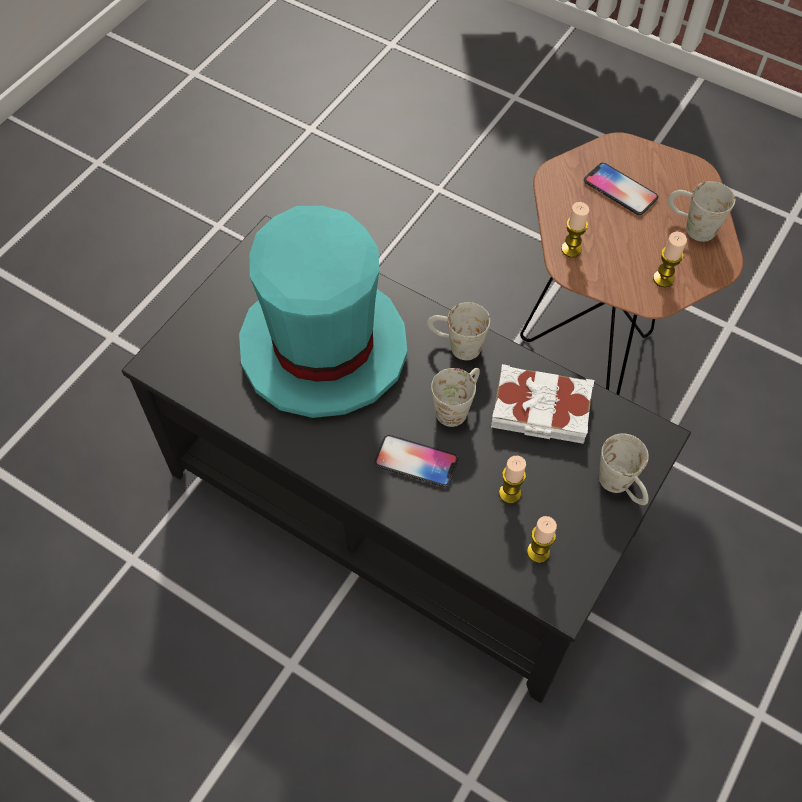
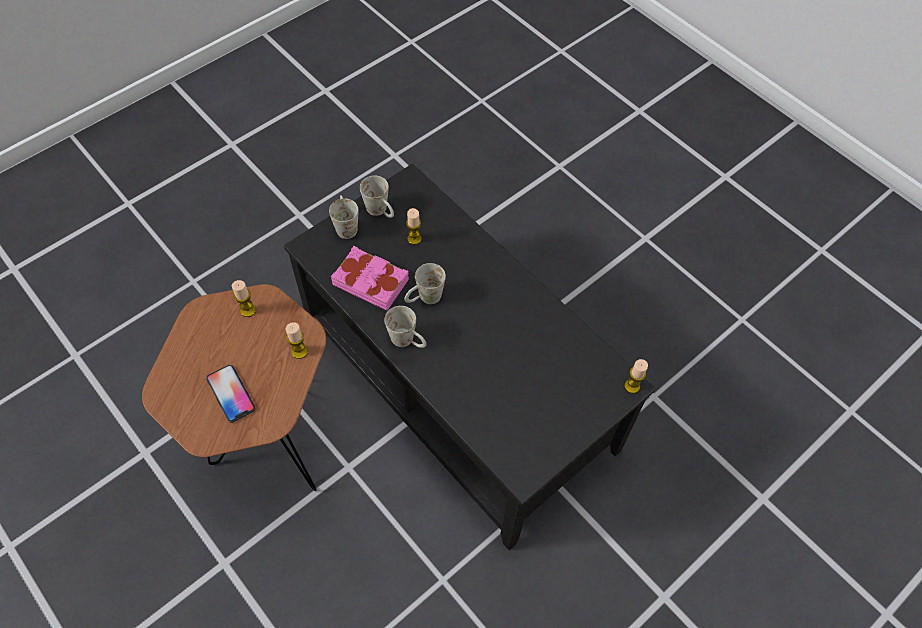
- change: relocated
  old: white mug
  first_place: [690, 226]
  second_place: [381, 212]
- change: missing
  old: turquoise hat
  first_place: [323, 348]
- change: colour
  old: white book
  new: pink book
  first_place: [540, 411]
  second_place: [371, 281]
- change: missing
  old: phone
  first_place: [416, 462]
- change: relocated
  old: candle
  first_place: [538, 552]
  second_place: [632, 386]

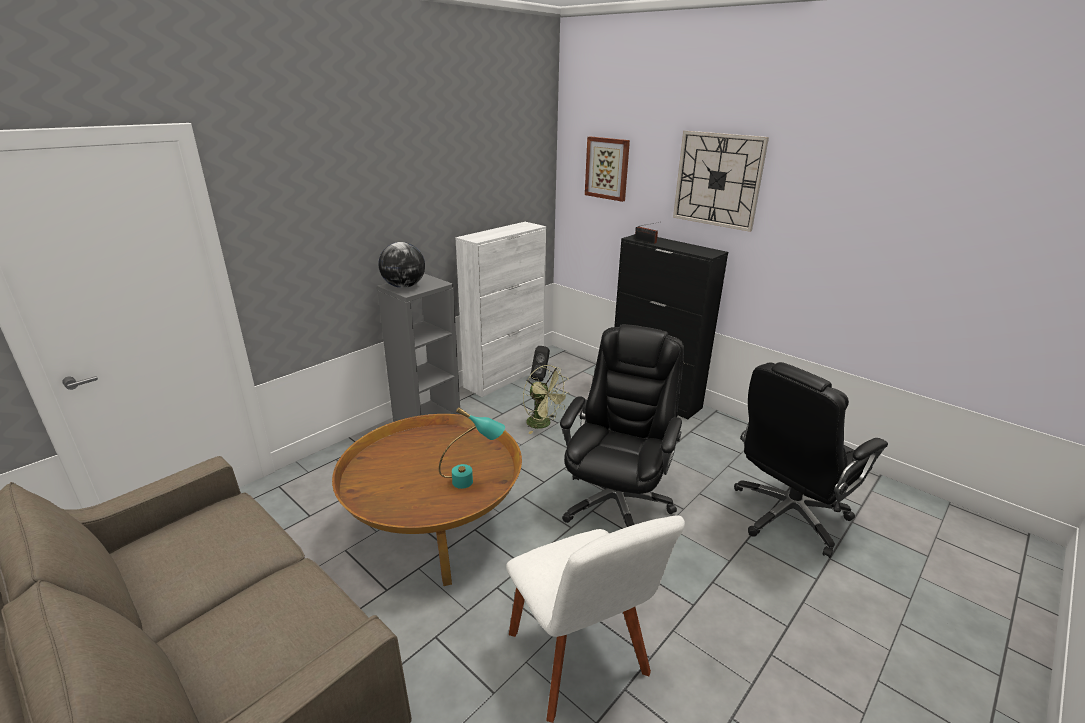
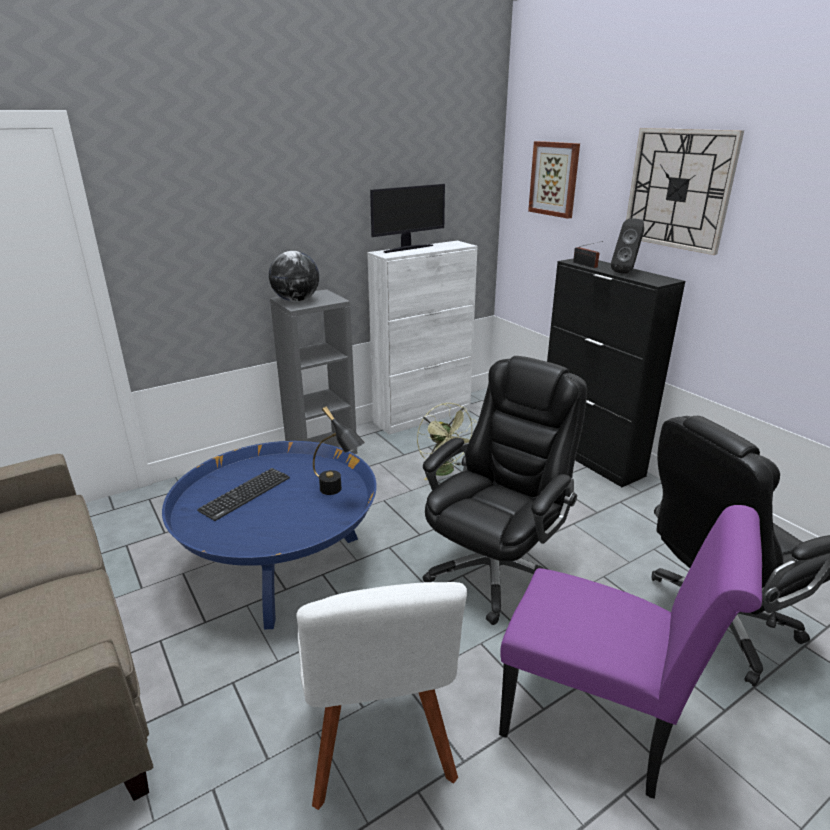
- change: relocated
  old: black speaker
  first_place: [541, 378]
  second_place: [626, 272]
- change: missing
  old: turquoise table lamp
  first_place: [473, 481]
- change: colour
  old: brown coffee table
  new: blue coffee table
  first_place: [435, 528]
  second_place: [282, 565]
- change: appeared
  new: monitor
  second_place: [407, 248]
- change: appeared
  new: black table lamp
  second_place: [338, 492]
- change: appeared
  new: keyboard
  second_place: [245, 494]
- change: appeared
  new: purple chair
  second_place: [599, 723]

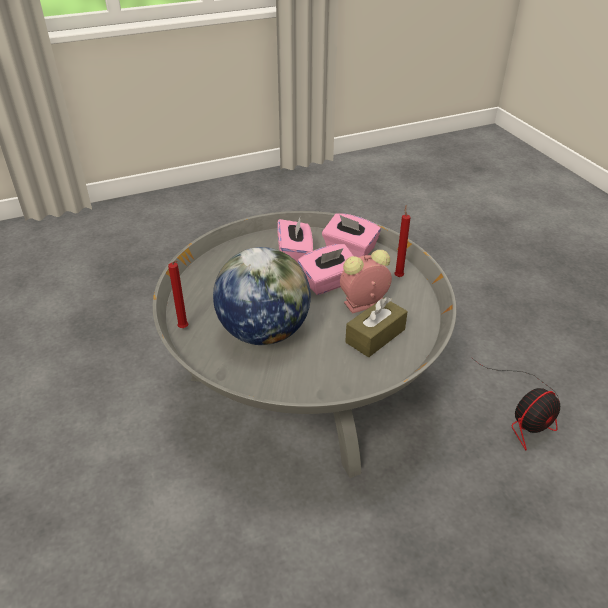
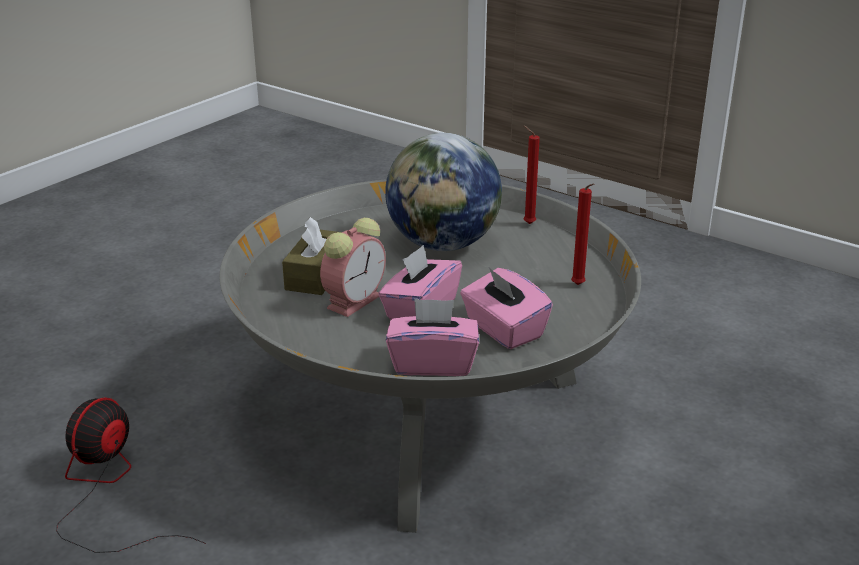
- change: relocated
  old: red candle
  first_place: [398, 276]
  second_place: [579, 286]

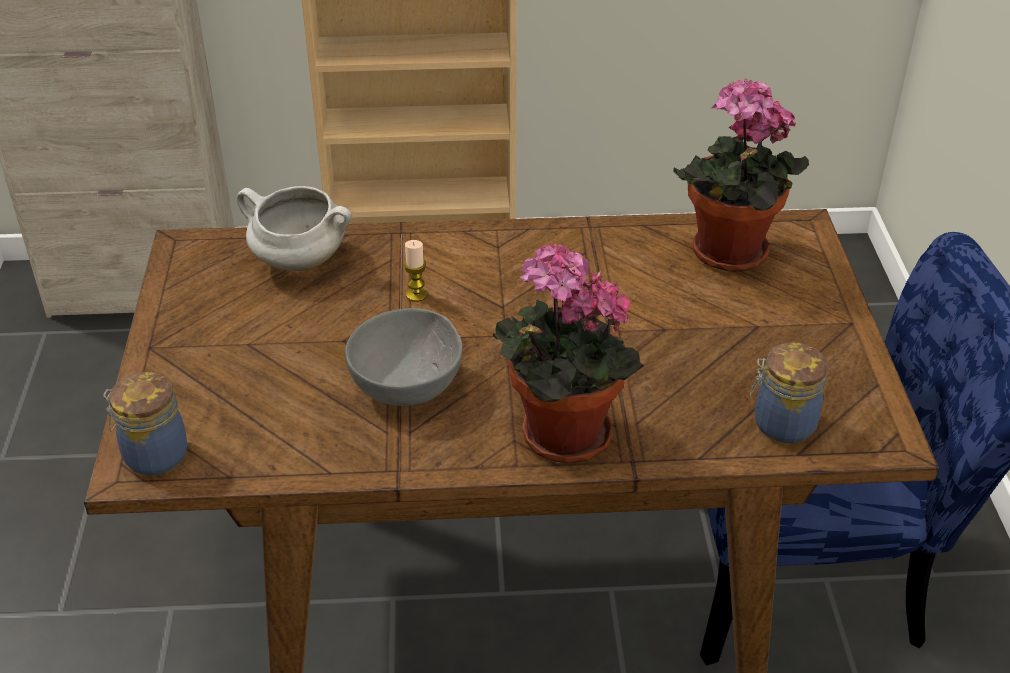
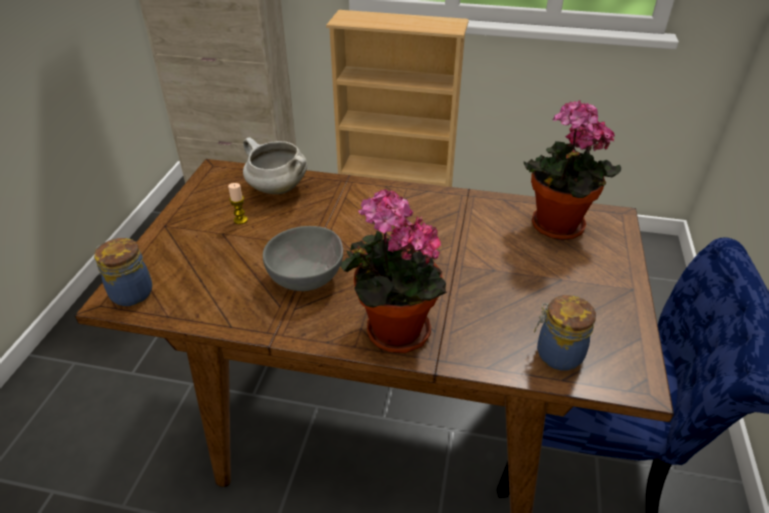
- change: relocated
  old: candle
  first_place: [416, 295]
  second_place: [240, 220]

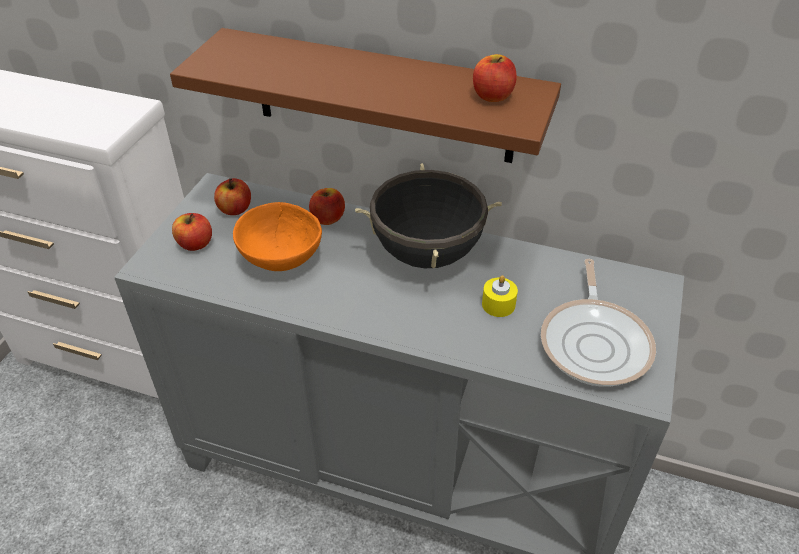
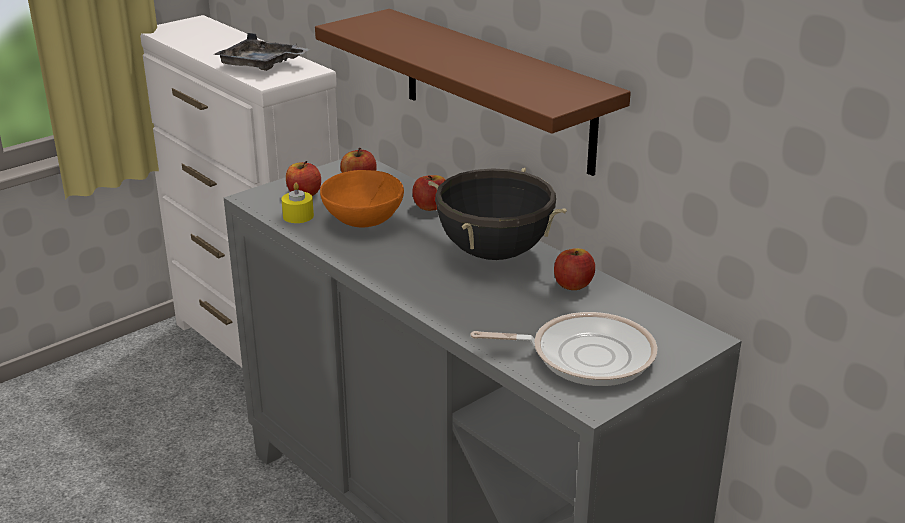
- change: relocated
  old: apple
  first_place: [492, 96]
  second_place: [573, 285]
- change: spun
  old: frying pan
  first_place: [595, 342]
  second_place: [585, 356]
  degrees: -120
- change: relocated
  old: yellow candle
  first_place: [498, 304]
  second_place: [298, 216]
- change: appeared
  new: grey tray
  second_place: [261, 65]

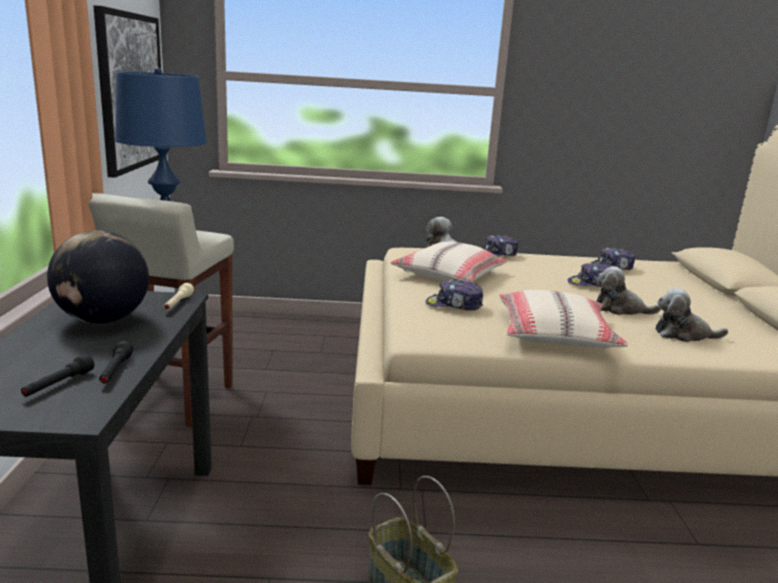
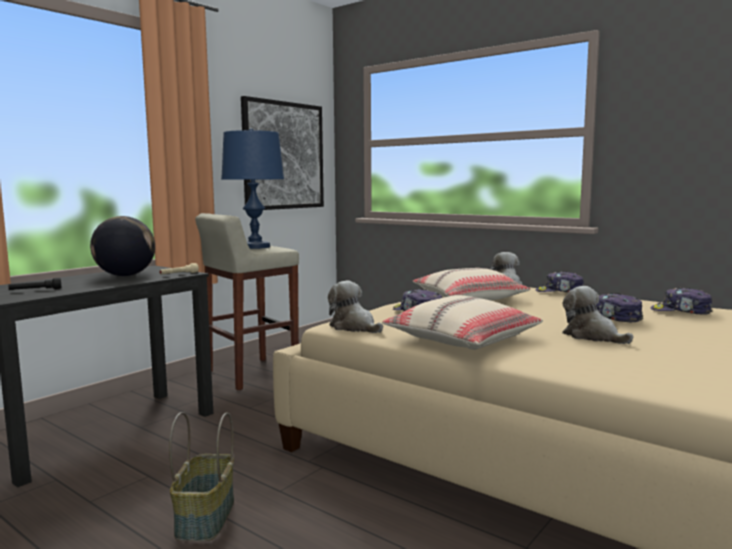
- change: relocated
  old: plush toy
  first_place: [683, 334]
  second_place: [354, 327]
- change: missing
  old: black flashlight
  first_place: [115, 371]

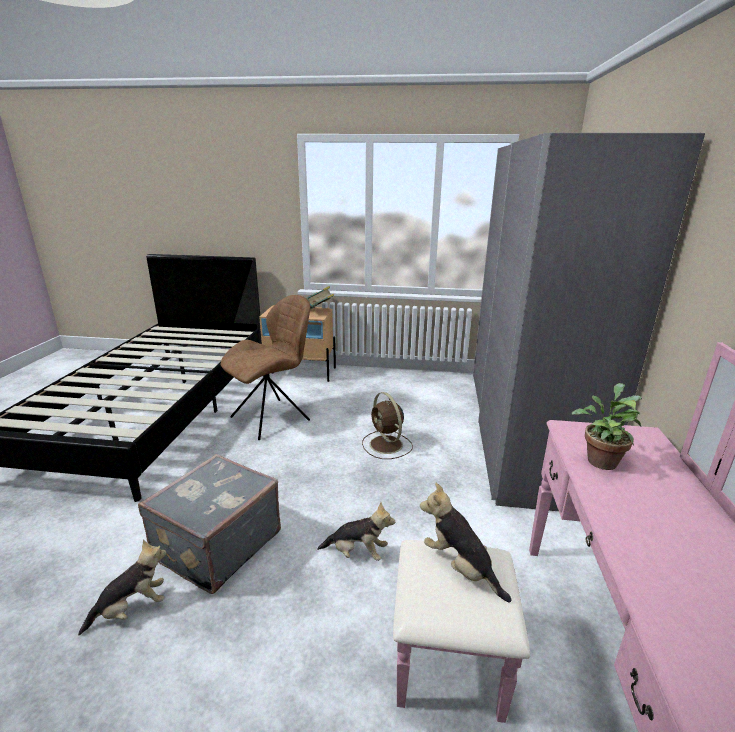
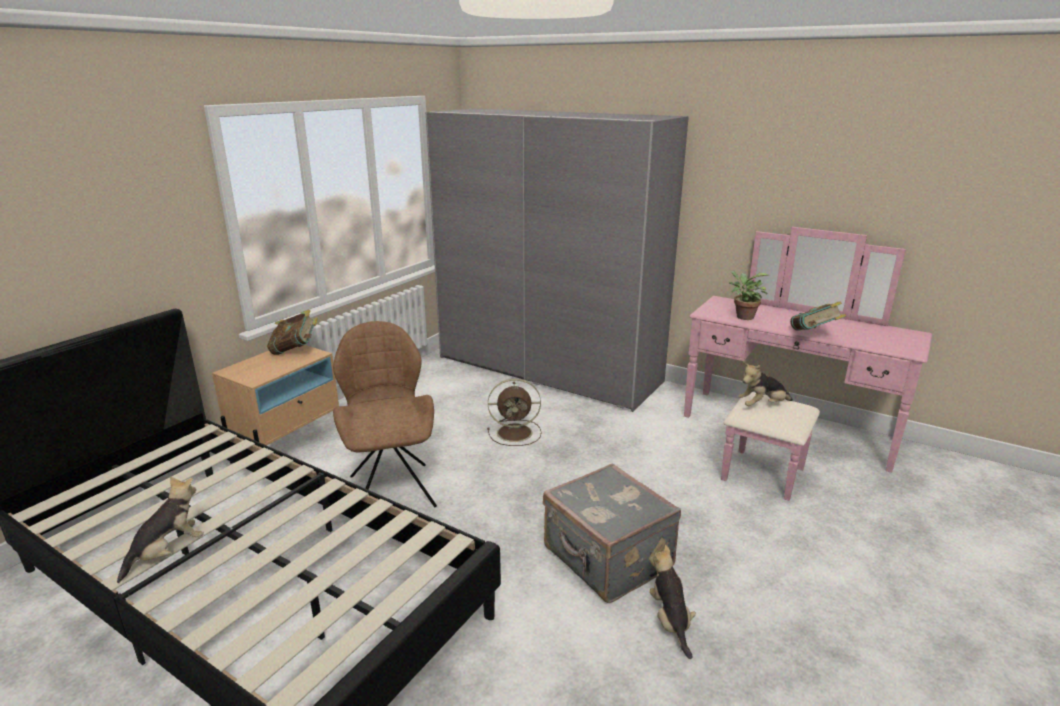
- change: relocated
  old: plush toy
  first_place: [357, 553]
  second_place: [168, 552]
- change: appeared
  new: book
  second_place: [814, 335]

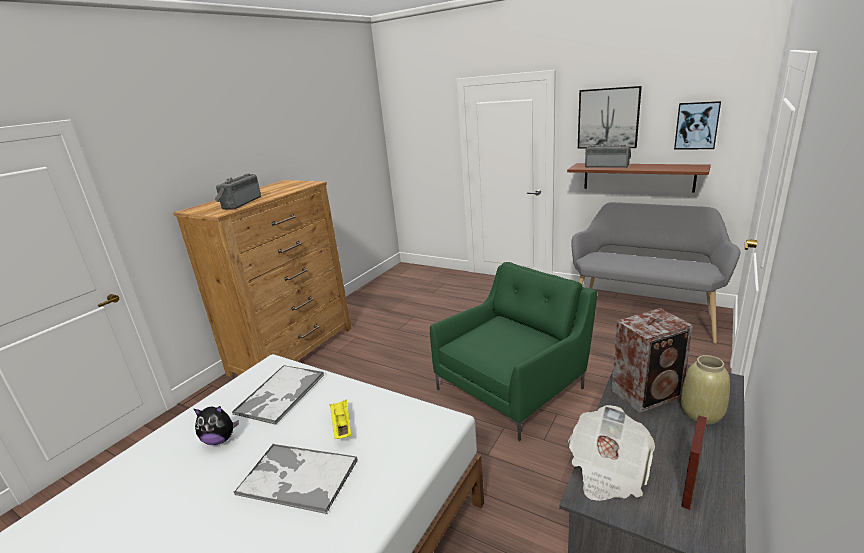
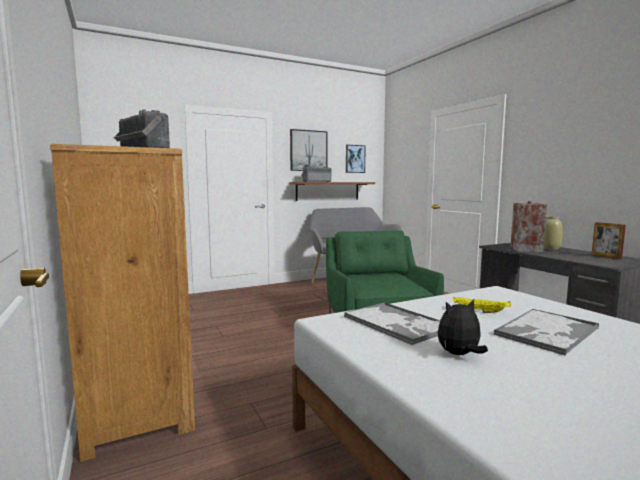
- change: missing
  old: newspaper
  first_place: [607, 470]
- change: spun
  old: plush toy
  first_place: [220, 440]
  second_place: [459, 354]
  degrees: -135

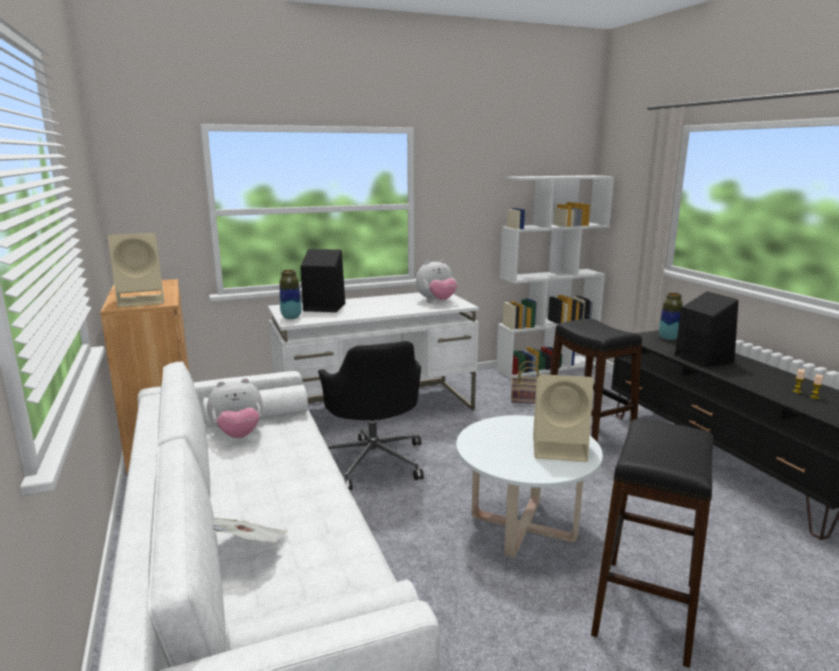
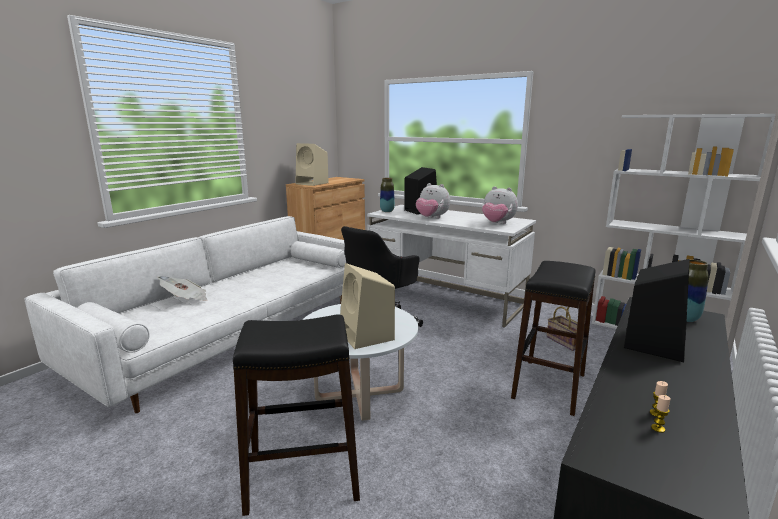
- change: relocated
  old: plush toy
  first_place: [238, 435]
  second_place: [432, 218]

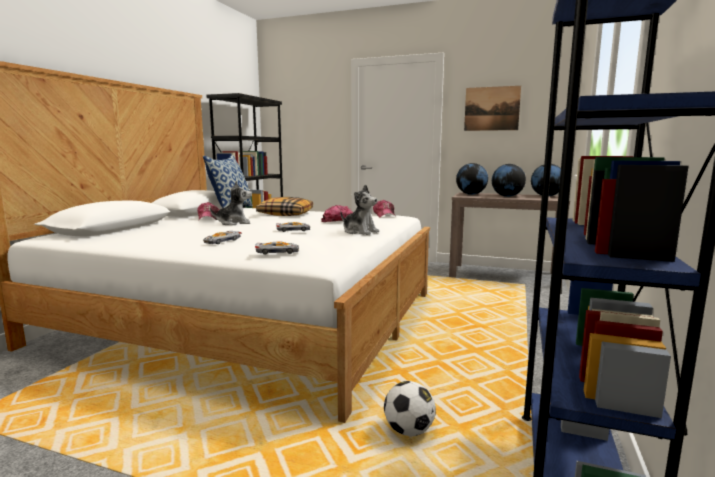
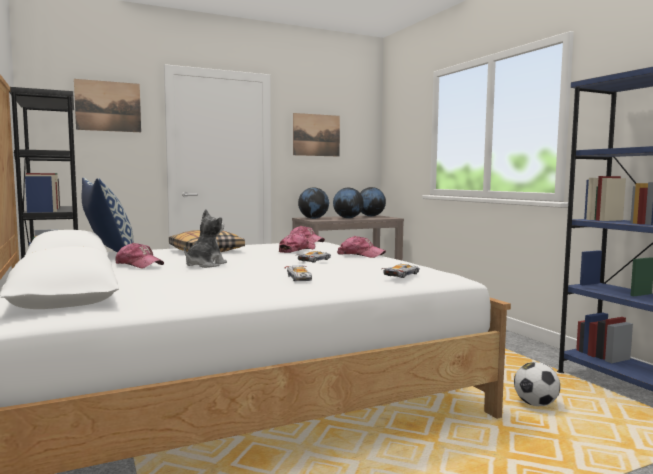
- change: exchanged
  old: plush toy
  new: cap
  first_place: [360, 232]
  second_place: [360, 255]
- change: appeared
  new: picture
  second_place: [108, 106]

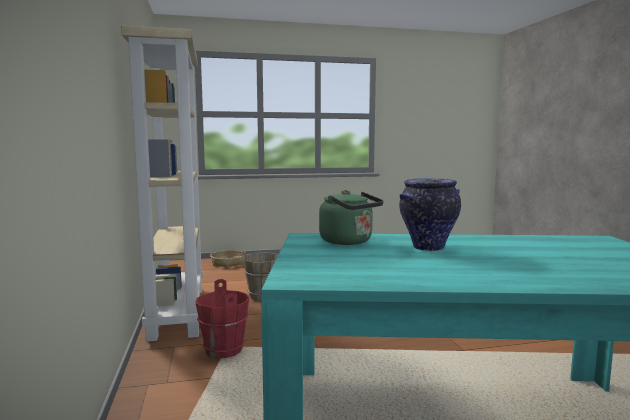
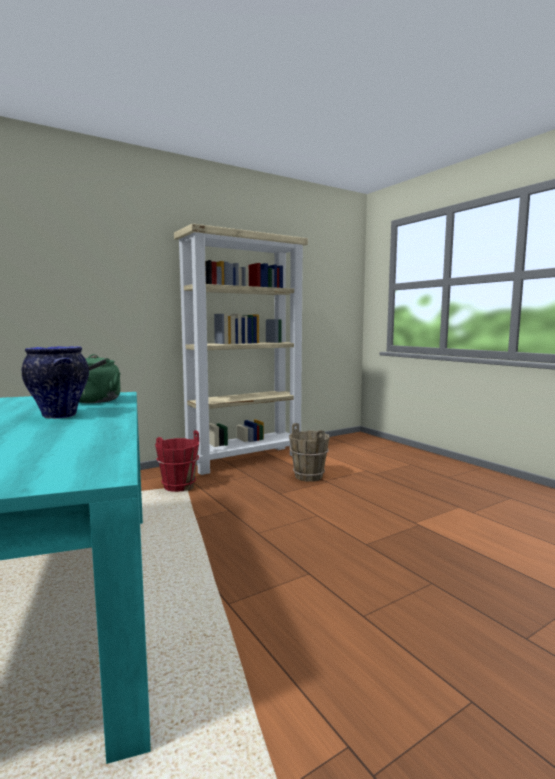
- change: missing
  old: basket
  first_place: [228, 263]

